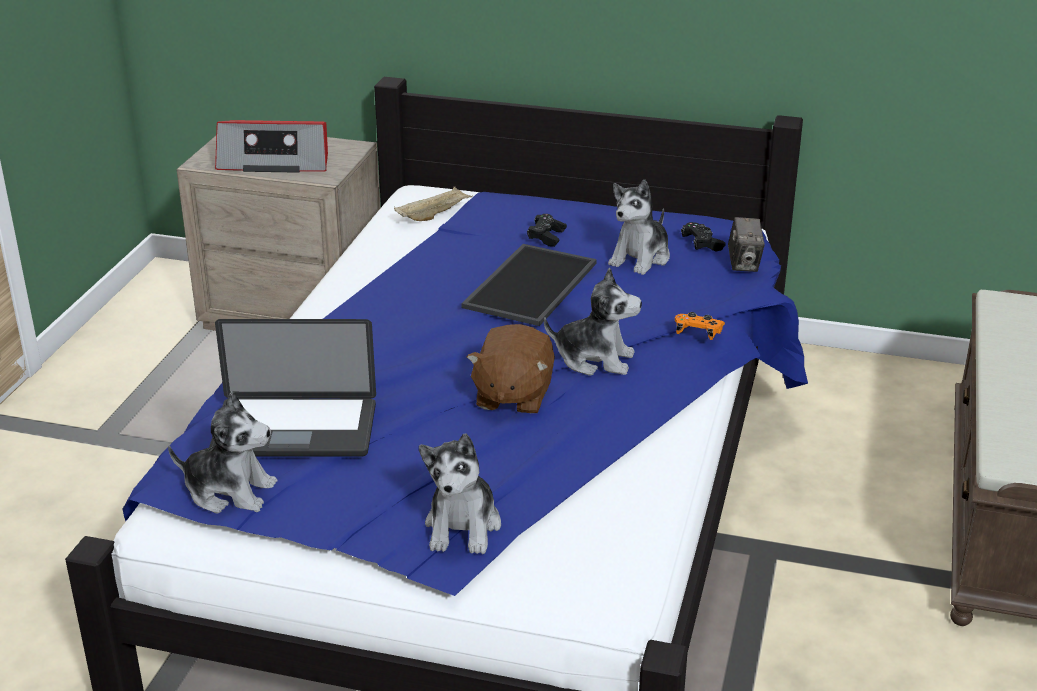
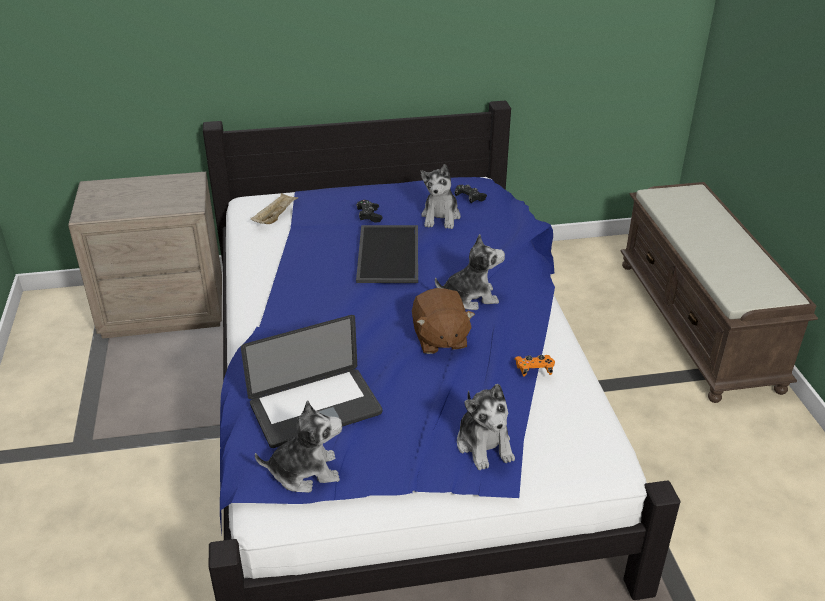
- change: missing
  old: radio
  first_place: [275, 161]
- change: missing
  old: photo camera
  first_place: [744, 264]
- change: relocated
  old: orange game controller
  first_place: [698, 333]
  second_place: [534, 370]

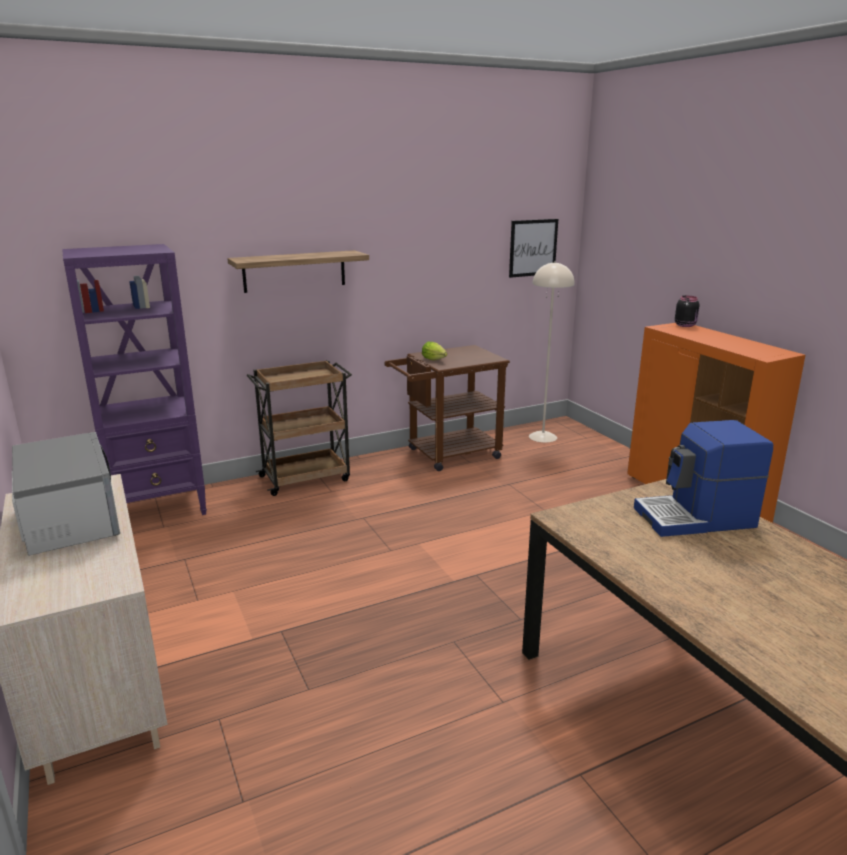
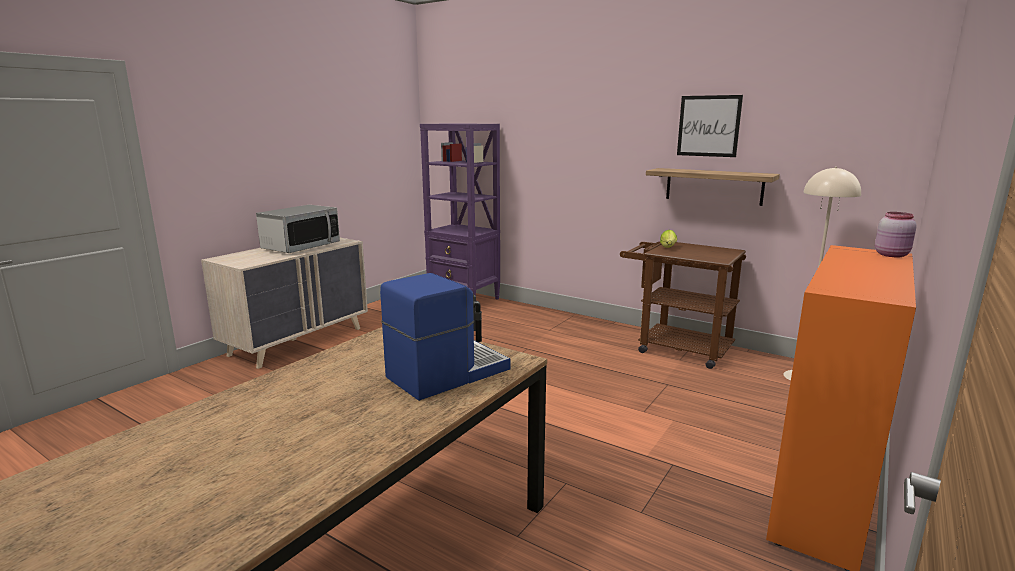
- change: relocated
  old: picture
  first_place: [533, 248]
  second_place: [708, 126]
- change: relocated
  old: shelf
  first_place: [294, 271]
  second_place: [713, 186]
- change: colour
  old: black jar
  new: pink jar
  first_place: [685, 325]
  second_place: [892, 255]
- change: missing
  old: brown cart
  first_place: [306, 478]
- change: spun
  old: coffee machine
  first_place: [696, 518]
  second_place: [446, 373]
  degrees: 90

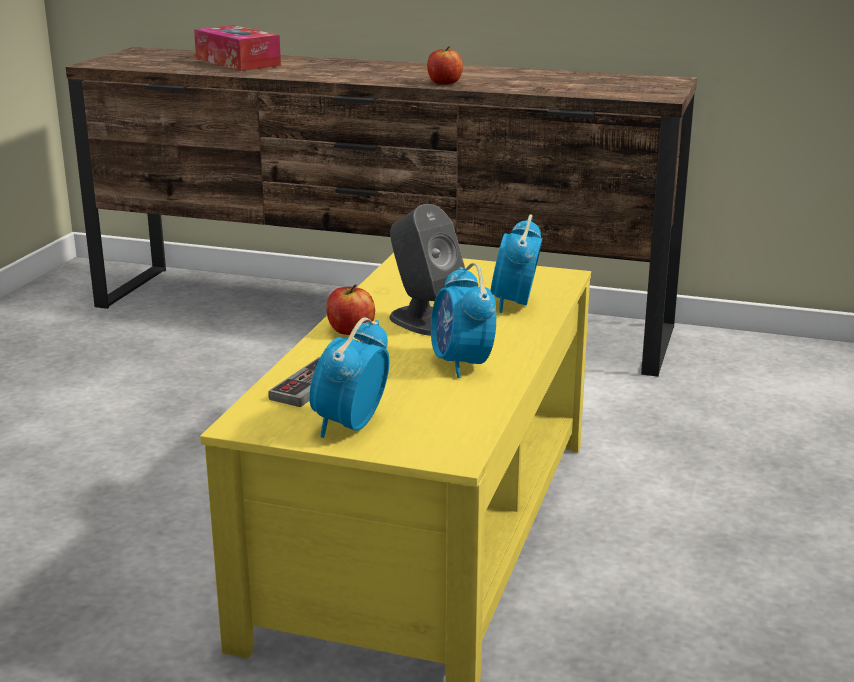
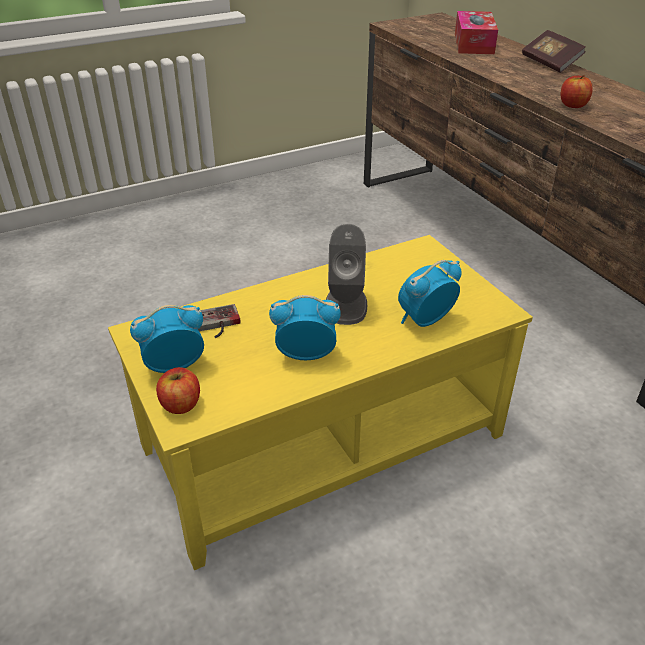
- change: spun
  old: alarm clock
  first_place: [462, 364]
  second_place: [305, 354]
  degrees: 60
- change: relocated
  old: apple
  first_place: [350, 330]
  second_place: [180, 404]
- change: appeared
  new: book
  second_place: [550, 63]

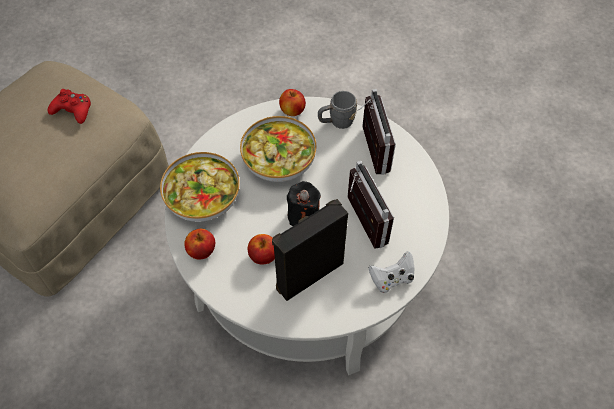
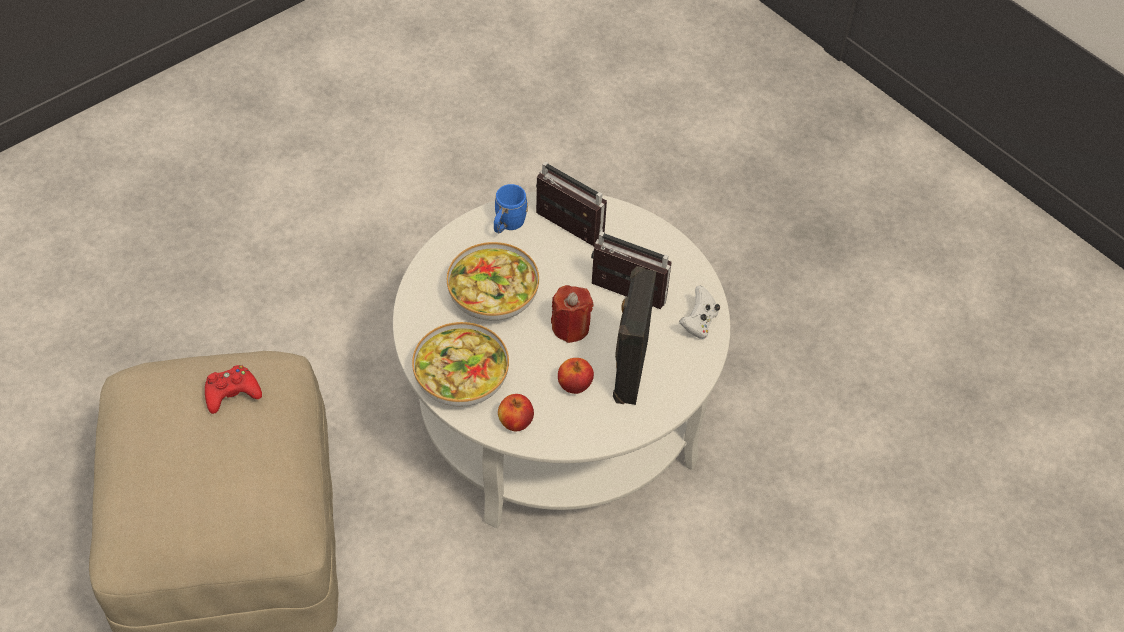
- change: missing
  old: apple
  first_place: [292, 111]
- change: colour
  old: grey mug
  new: blue mug
  first_place: [336, 122]
  second_place: [507, 225]
- change: colour
  old: black candle
  new: red candle
  first_place: [303, 216]
  second_place: [570, 327]

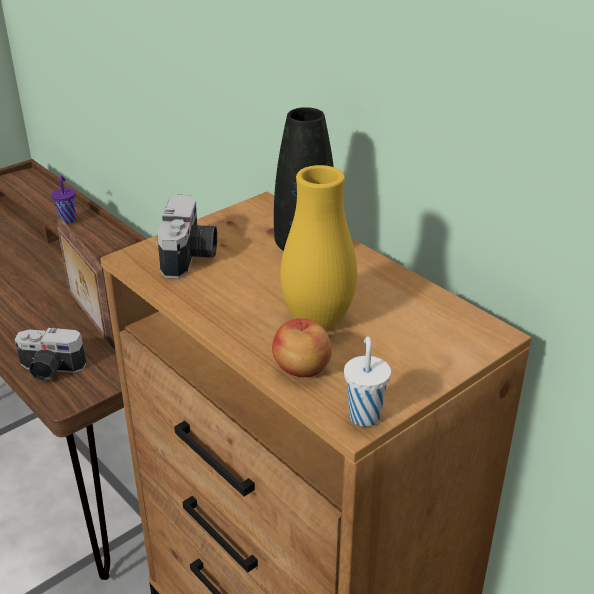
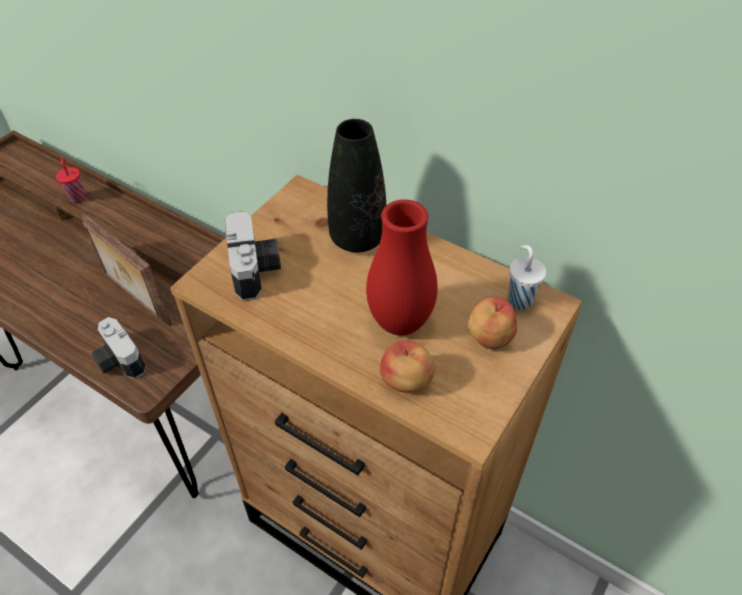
- change: colour
  old: yellow vase
  new: red vase
  first_place: [317, 321]
  second_place: [400, 322]
- change: colour
  old: purple cup
  new: red cup
  first_place: [68, 219]
  second_place: [77, 196]
- change: spun
  old: photo camera
  first_place: [50, 370]
  second_place: [118, 361]
  degrees: 60
- change: relocated
  old: white cup
  first_place: [364, 415]
  second_place: [519, 299]
- change: appeared
  new: apple
  second_place: [488, 336]

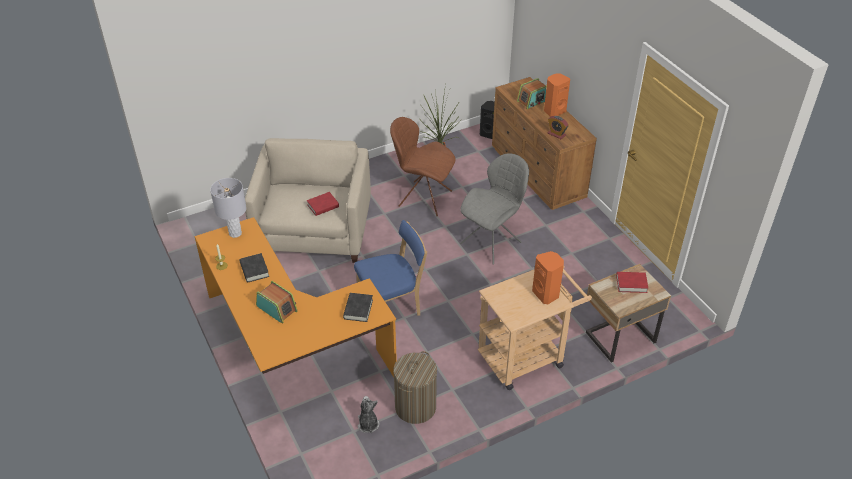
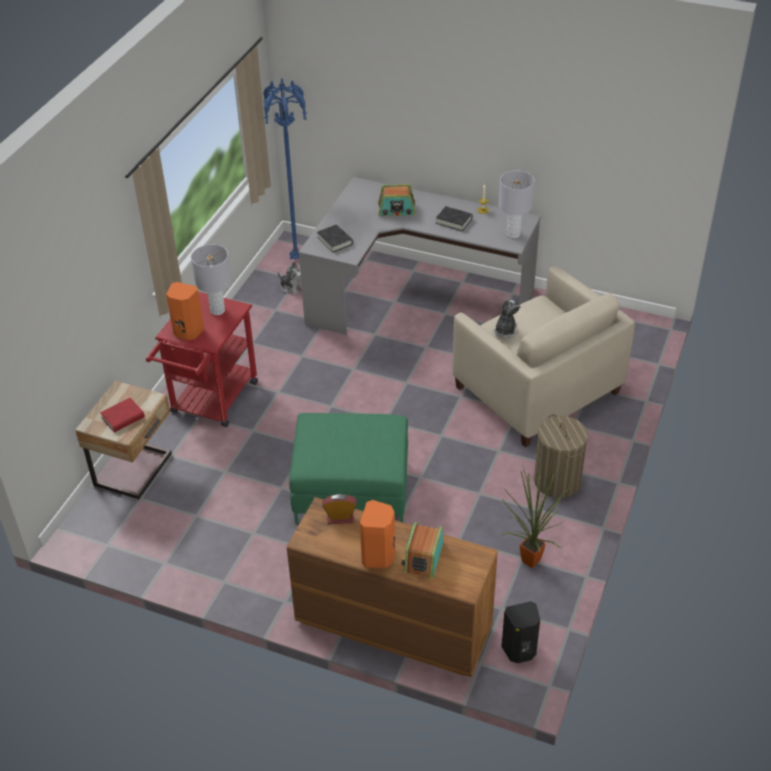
- change: missing
  old: brown chair
  first_place: [423, 198]
- change: exchanged
  old: grey chair
  new: green ottoman
  first_place: [492, 242]
  second_place: [351, 491]
- change: exchanged
  old: red book
  new: plush toy
  first_place: [323, 206]
  second_place: [505, 331]
- change: colour
  old: orange desk
  new: grey desk
  first_place: [289, 352]
  second_place: [412, 293]
- change: missing
  old: blue chair
  first_place: [392, 306]
- change: colour
  old: beige cart
  new: red cart
  first_place: [527, 356]
  second_place: [211, 402]
- change: relocated
  old: laundry basket
  first_place: [415, 407]
  second_place: [557, 481]
- change: appeared
  new: blue floor lamp
  second_place: [297, 258]
- change: appeared
  new: grey table lamp
  second_place: [217, 310]

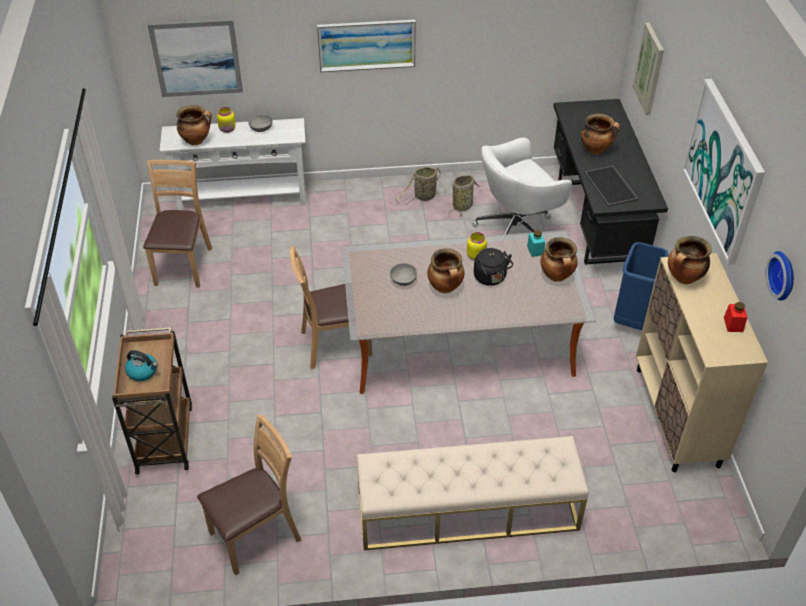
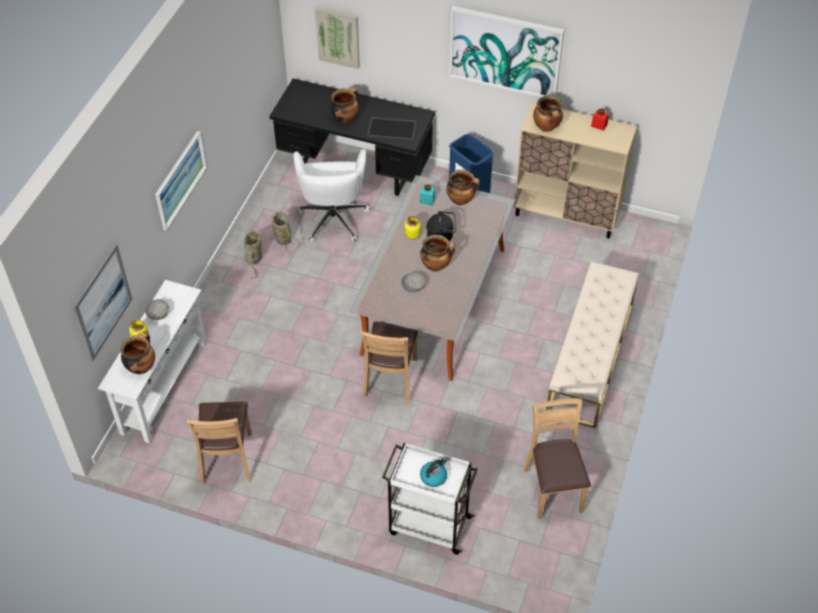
- change: spun
  old: brown chair
  first_place: [183, 266]
  second_place: [227, 458]
  degrees: -120
- change: missing
  old: wall clock
  first_place: [784, 275]
- change: colour
  old: brown cart
  new: white cart
  first_place: [164, 437]
  second_place: [428, 525]

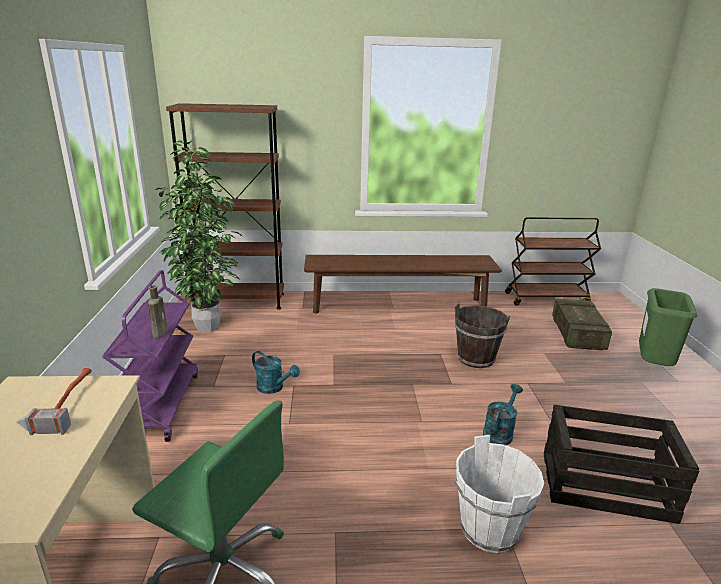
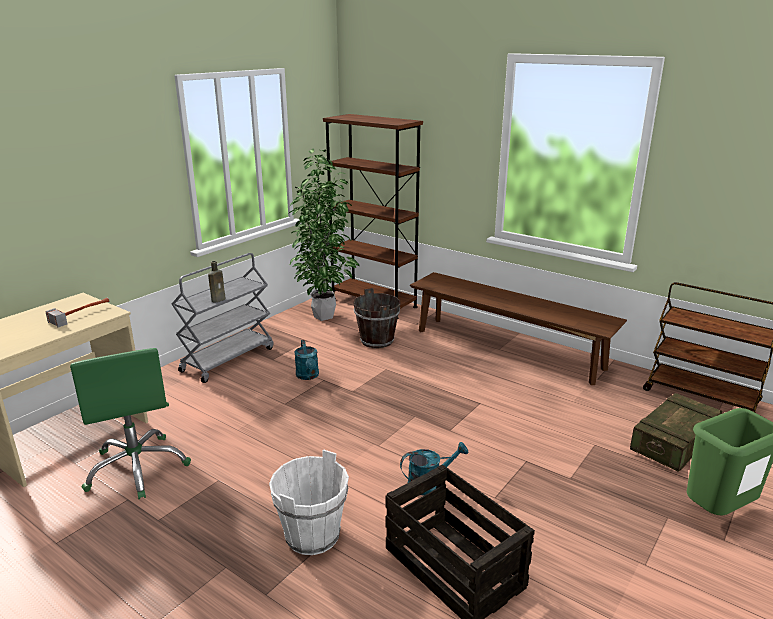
- change: colour
  old: purple cart
  new: grey cart
  first_place: [161, 405]
  second_place: [228, 359]
- change: relocated
  old: brown bucket
  first_place: [476, 358]
  second_place: [377, 340]

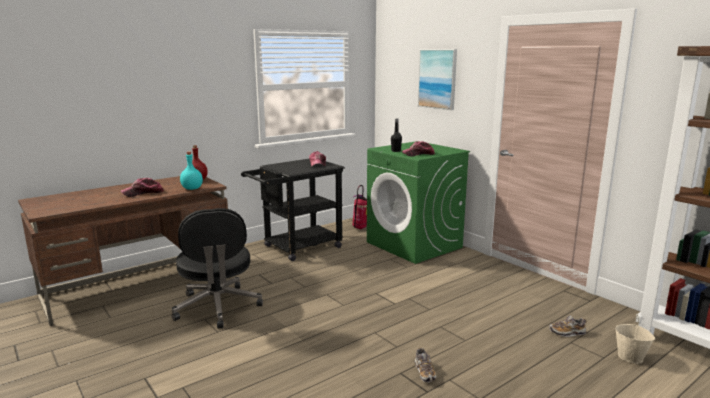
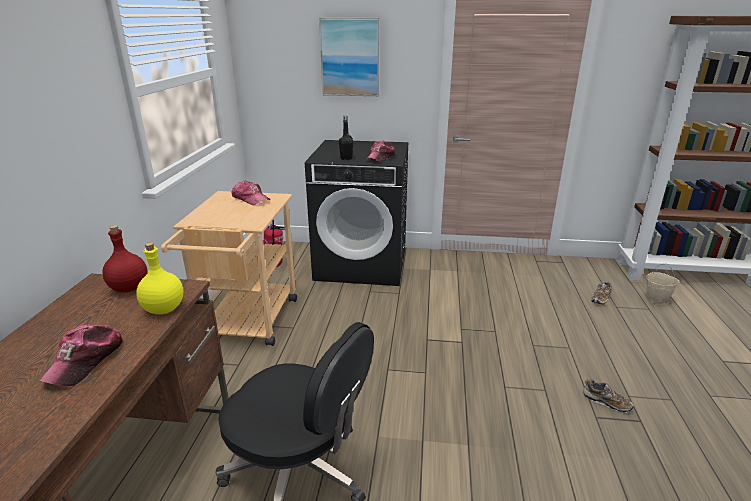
- change: colour
  old: green washing machine
  new: black washing machine
  first_place: [414, 245]
  second_place: [362, 264]
- change: colour
  old: turquoise bottle
  new: yellow bottle
  first_place: [191, 188]
  second_place: [163, 309]
- change: colour
  old: black cart
  new: beige cart
  first_place: [297, 248]
  second_place: [247, 324]

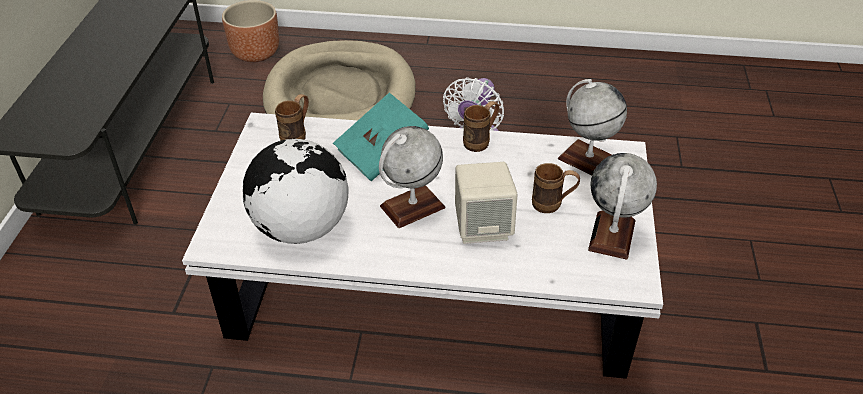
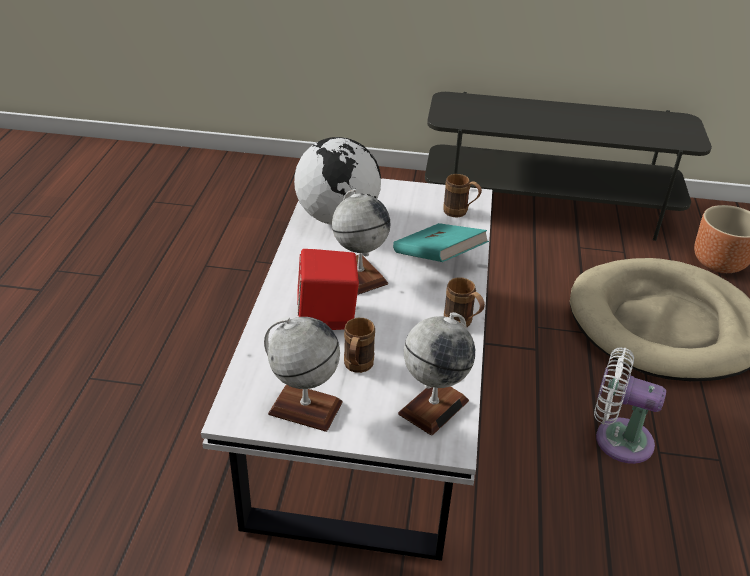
- change: colour
  old: beige speaker
  new: red speaker
  first_place: [483, 227]
  second_place: [328, 316]

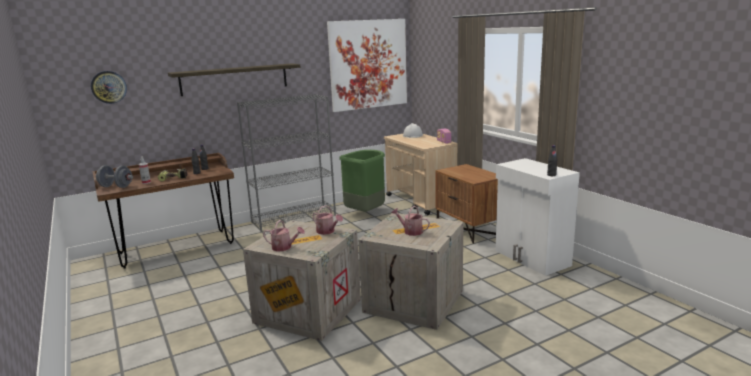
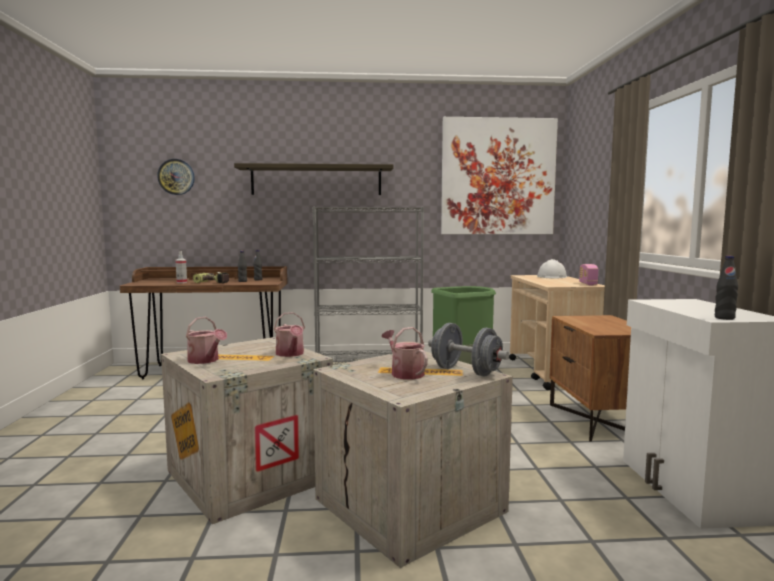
- change: relocated
  old: grey dumbbell
  first_place: [116, 187]
  second_place: [466, 371]

